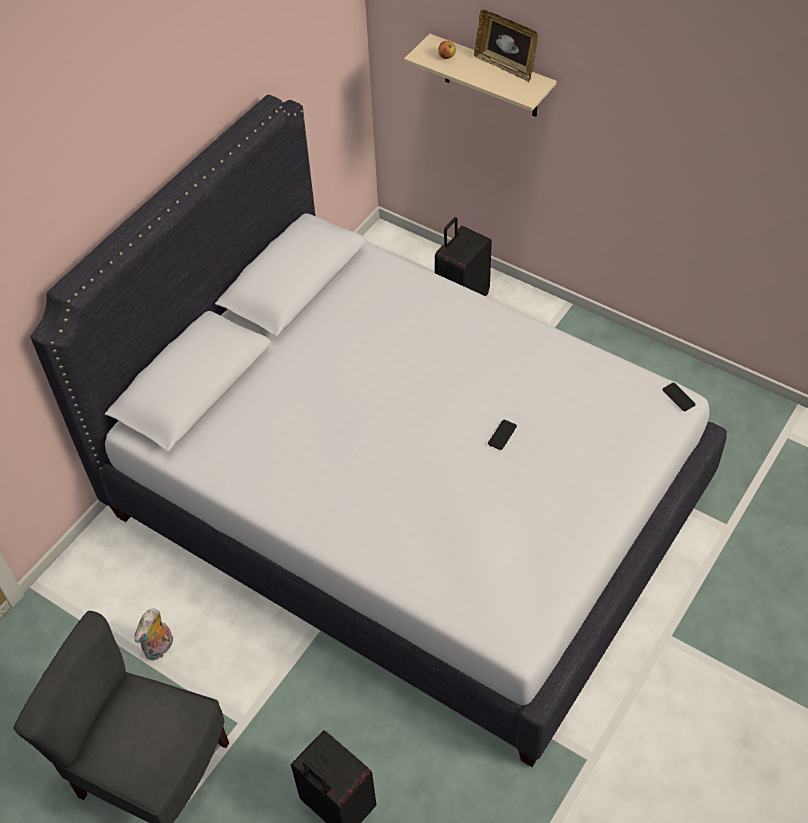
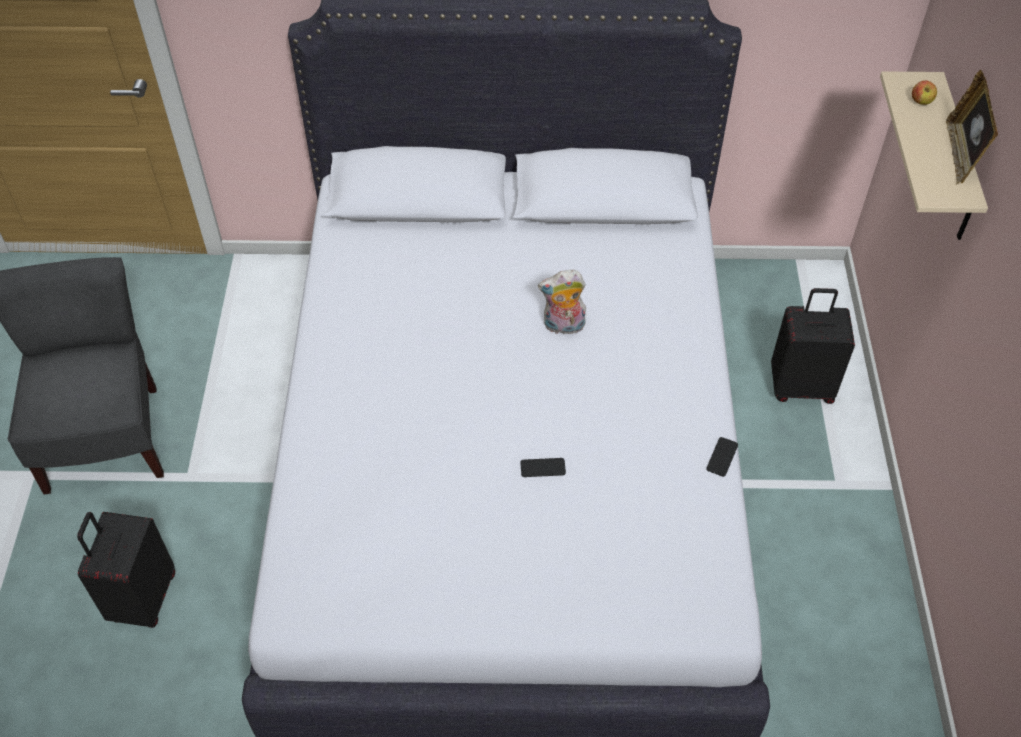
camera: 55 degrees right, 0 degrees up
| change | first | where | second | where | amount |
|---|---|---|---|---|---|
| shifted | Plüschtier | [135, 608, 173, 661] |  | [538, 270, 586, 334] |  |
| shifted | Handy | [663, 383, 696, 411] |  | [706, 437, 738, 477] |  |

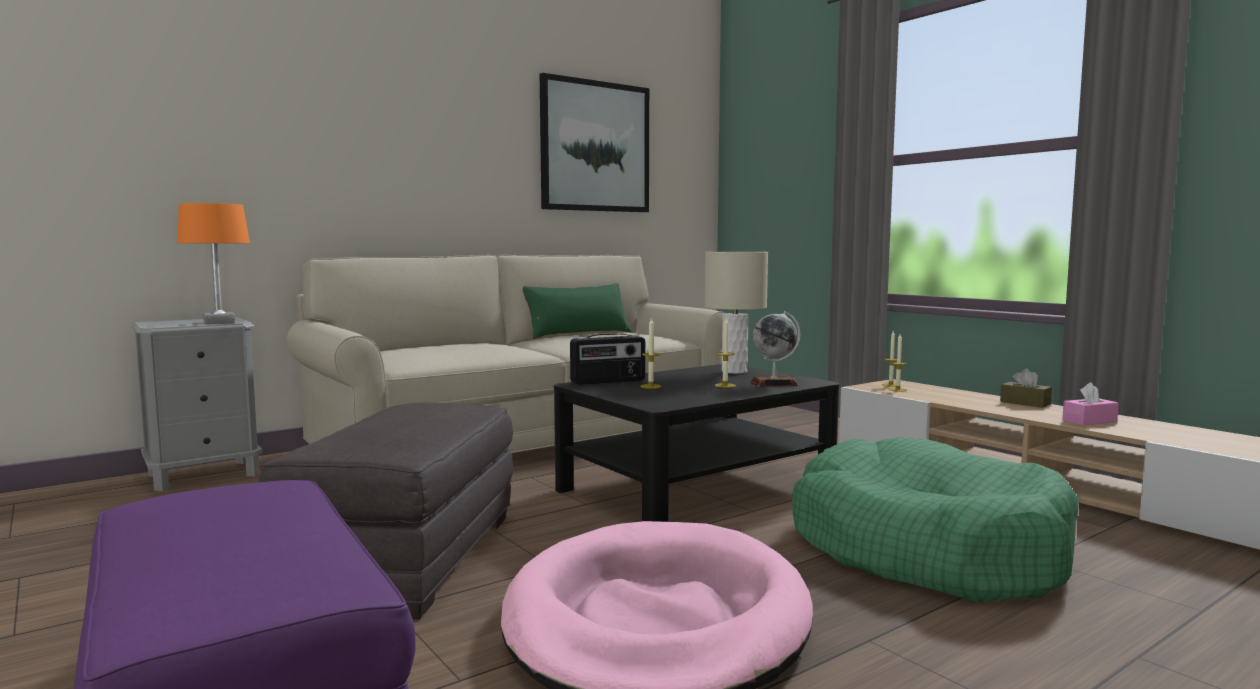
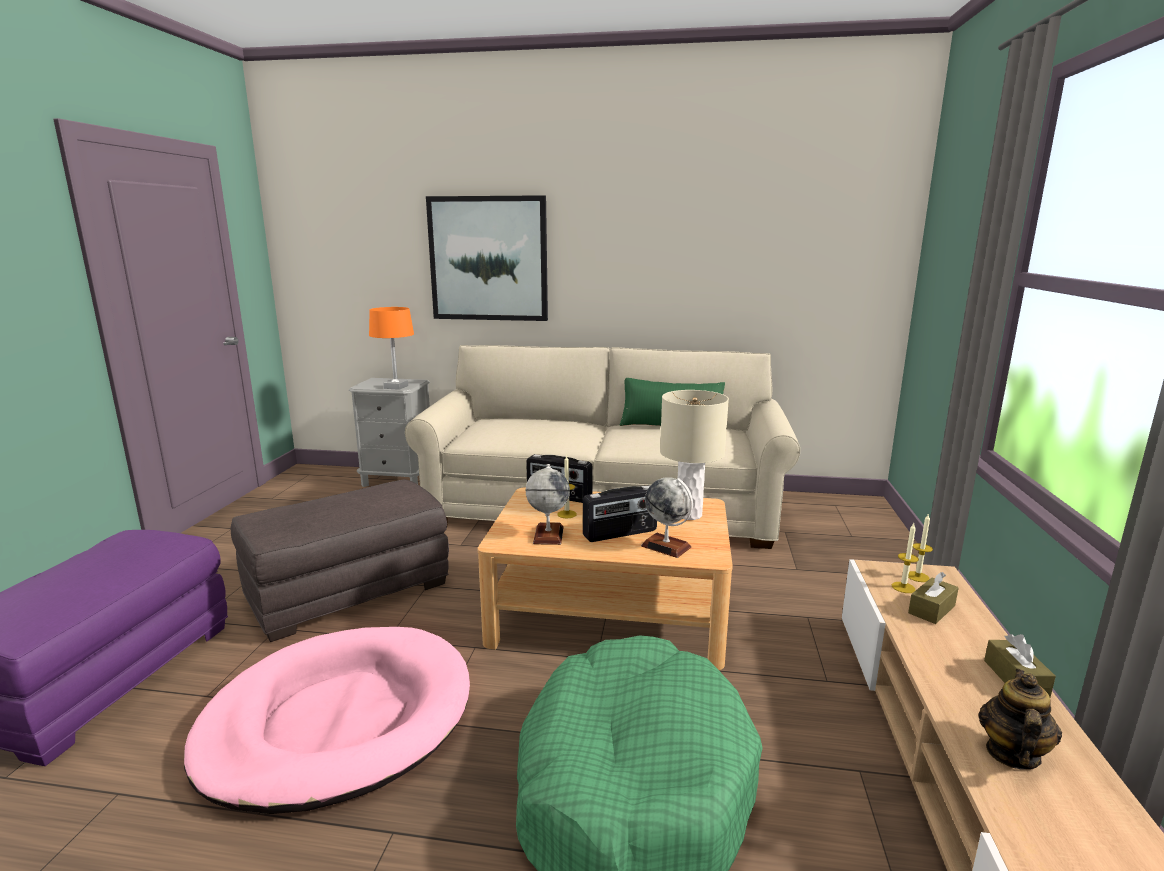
camera: 45 degrees right, 10 degrees up
| change | first | where | second | where | amount |
|---|---|---|---|---|---|
| new |  |  | Globus | [526, 464, 570, 545] |  |
| new |  |  | Taschentuchbox (braun) | [908, 572, 959, 624] |  |
| shifted | Bild | [540, 73, 649, 212] |  | [426, 195, 548, 321] |  |
| swapped | Kerze | [715, 318, 736, 388] | Radio | [583, 485, 657, 542] |  |
| swapped | Taschentuchbox (rosa) | [1062, 382, 1119, 425] | Teekanne | [978, 669, 1062, 770] |  |
| repainted | Couchtisch (schwarz) | [554, 364, 839, 522] | Couchtisch (beige) | [478, 488, 733, 670] |  |

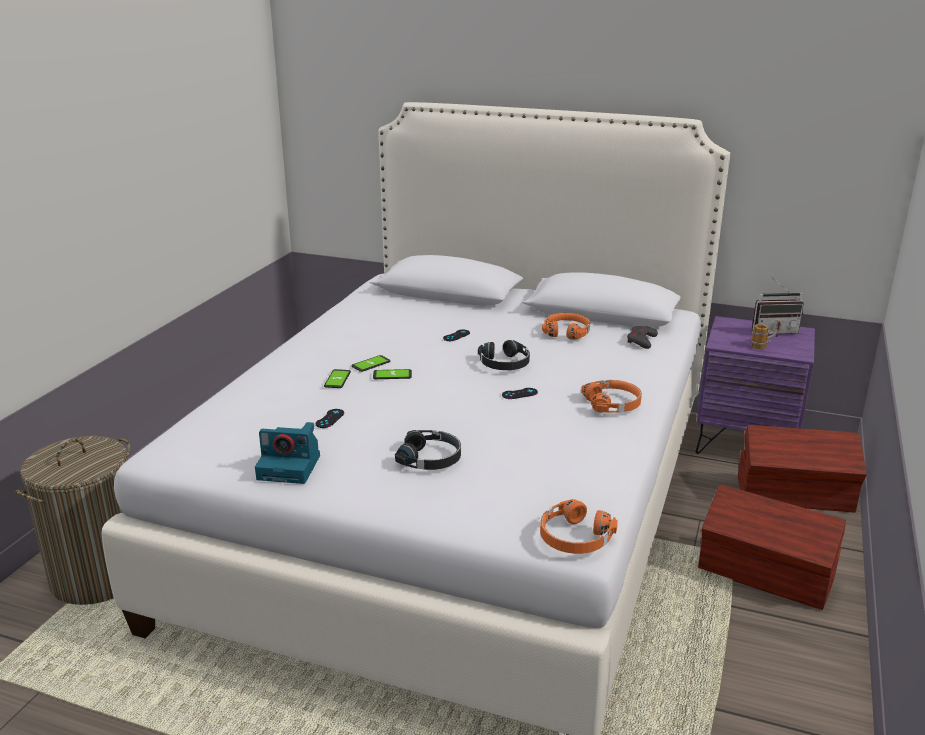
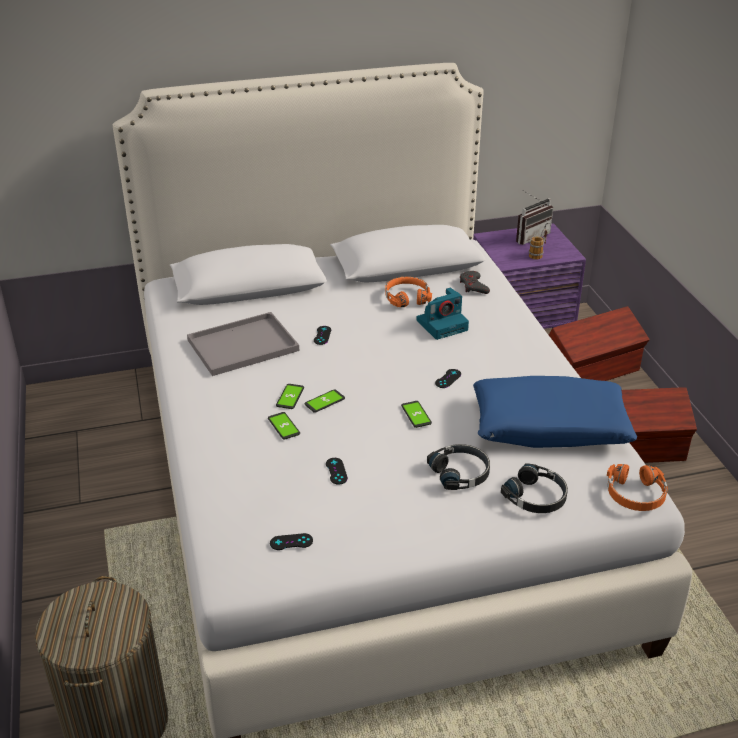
camera: 35 degrees left, 10 degrees up
| change | first | where | second | where | amount |
|---|---|---|---|---|---|
| gone | Kopfhörer (orange) | [581, 380, 642, 413] |  |  |  |
| new |  |  | Tablett (grau) | [187, 312, 299, 376] |  |
| new |  |  | Gamepad (schwarz) | [270, 533, 313, 550] |  |
| new |  |  | Handy | [401, 401, 432, 428] |  |
| new |  |  | Kissen (blau) | [473, 376, 637, 448] |  |
| shifted | Kamera | [255, 422, 320, 484] |  | [416, 288, 469, 340] |  |
| shifted | Kopfhörer (schwarz) | [478, 340, 530, 370] |  | [501, 463, 568, 513] |  |

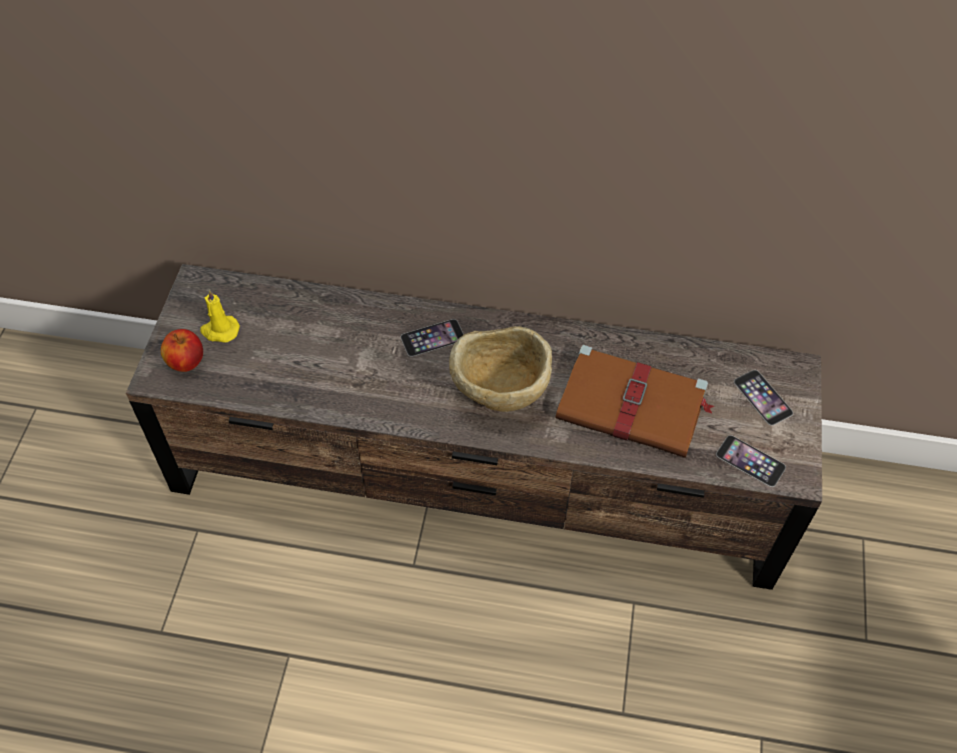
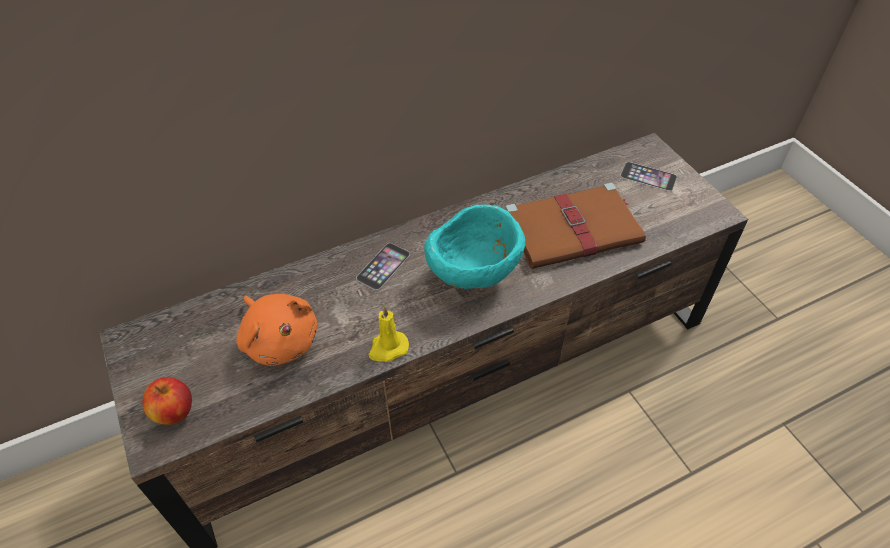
camera: 35 degrees left, 5 degrees down
| change | first | where | second | where | amount |
|---|---|---|---|---|---|
| gone | Handy | [716, 435, 786, 487] |  |  |  |
| new |  |  | Plüschtier (orange) | [237, 294, 318, 366] |  |
| shifted | Kerze (gelb) | [200, 290, 240, 343] |  | [368, 306, 409, 362] |  |
| repainted | Schüssel (beige) | [449, 326, 552, 412] | Schüssel (türkis) | [424, 205, 525, 289] |  |

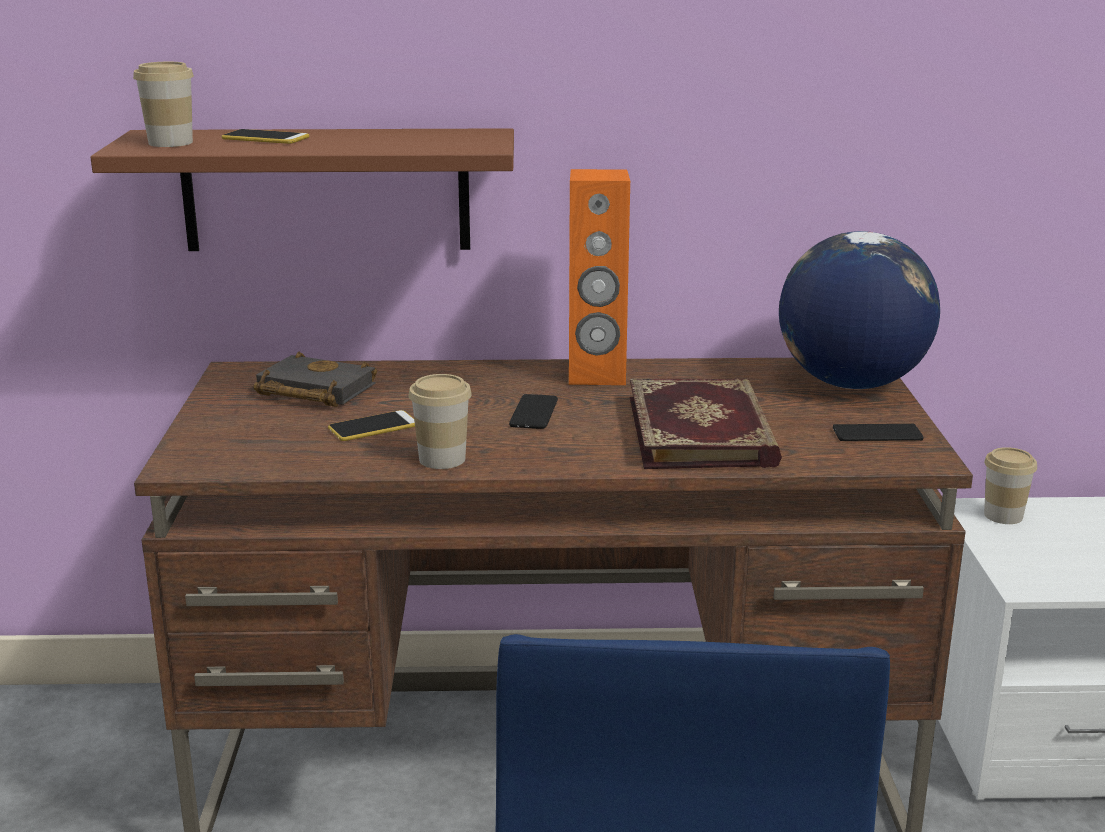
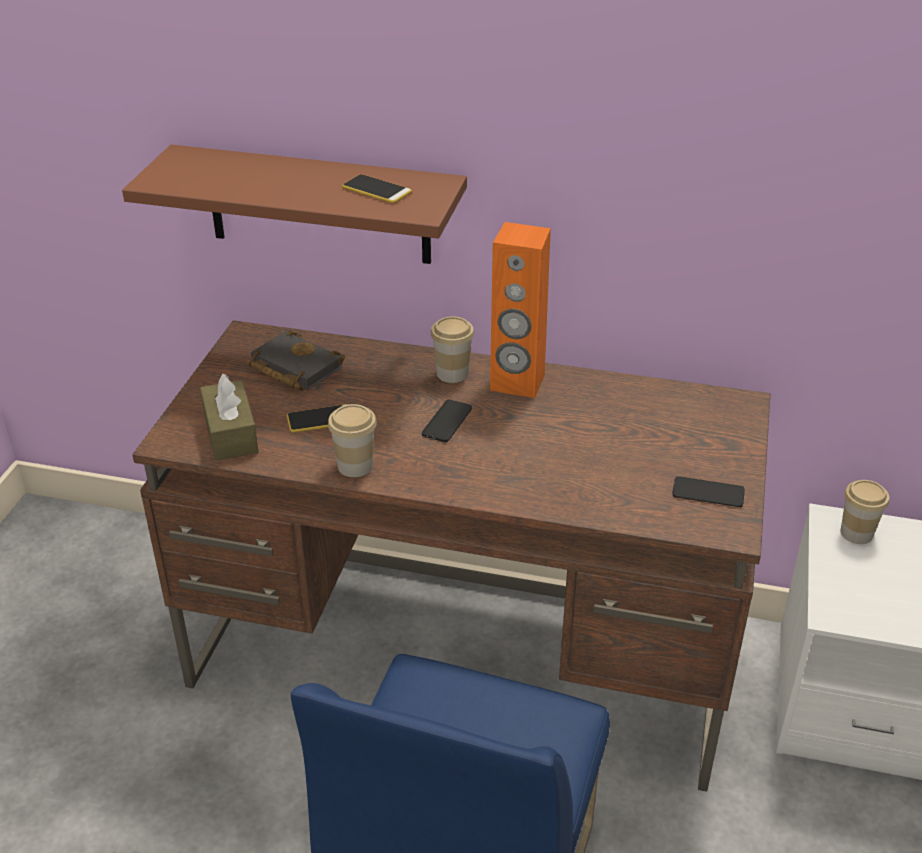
camera: 15 degrees right, 15 degrees up
| change | first | where | second | where | amount |
|---|---|---|---|---|---|
| gone | Buch | [630, 378, 782, 469] |  |  |  |
| gone | Globus | [779, 231, 940, 389] |  |  |  |
| new |  |  | Taschentuchbox (braun) | [200, 373, 259, 461] |  |
| shifted | Tasse | [133, 62, 194, 147] |  | [431, 316, 474, 383] |  |
| shifted | Handy | [221, 129, 309, 144] |  | [342, 174, 412, 203] |  |

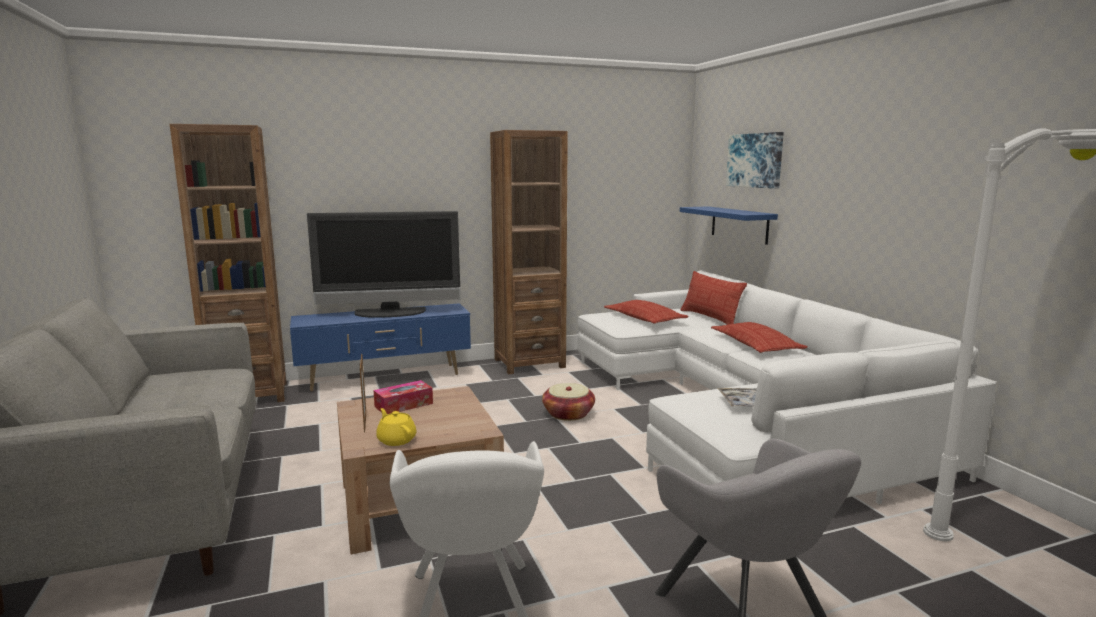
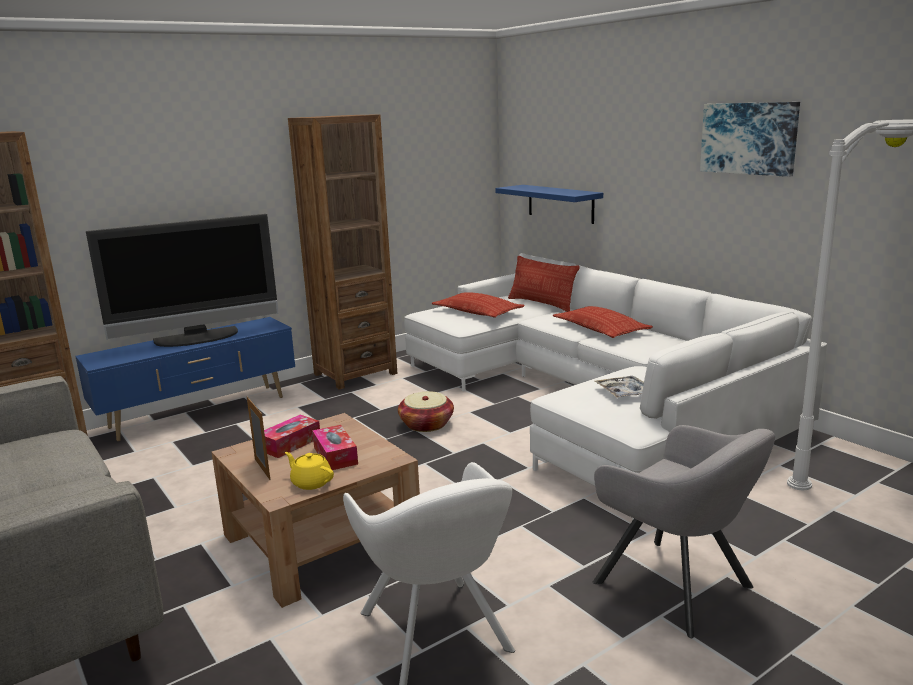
camera: 15 degrees left, 5 degrees up
| change | first | where | second | where | amount |
|---|---|---|---|---|---|
| new |  |  | Taschentuchbox | [312, 425, 358, 470] |  |
| shifted | Bild | [726, 132, 784, 189] |  | [700, 102, 800, 177] |  |

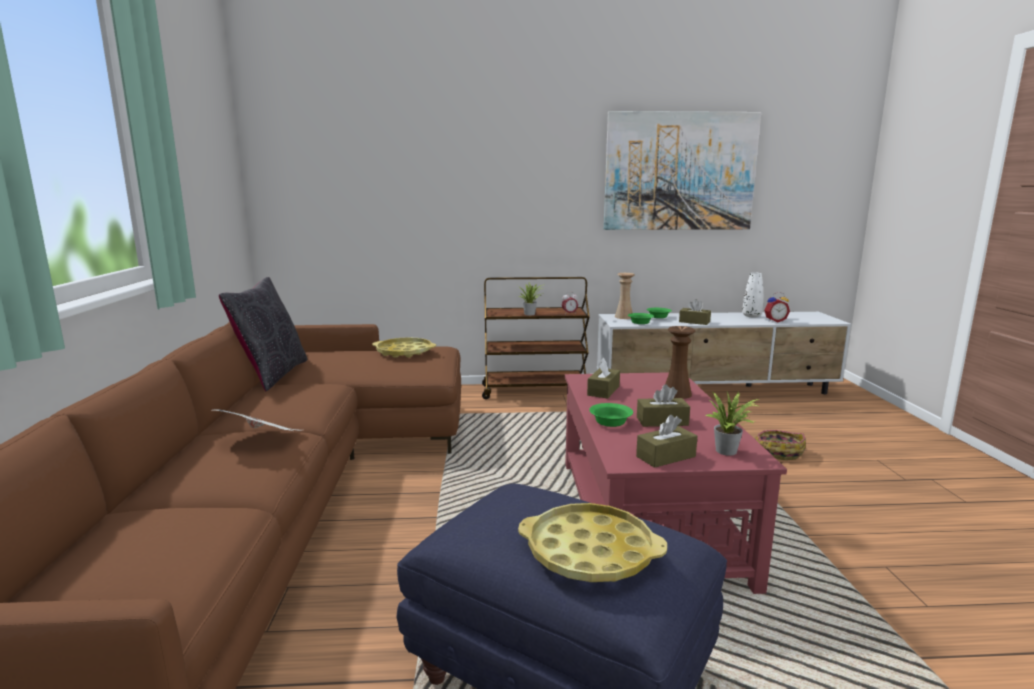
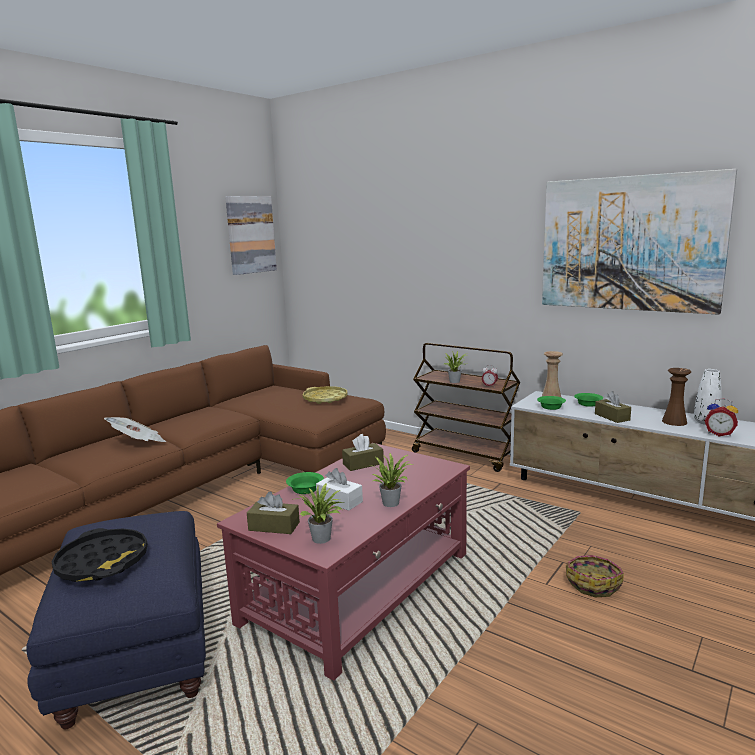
camera: 40 degrees right, 0 degrees up
| change | first | where | second | where | amount |
|---|---|---|---|---|---|
| gone | Kissen (schwarz) | [219, 277, 307, 391] |  |  |  |
| new |  |  | Bild | [225, 196, 277, 275] |  |
| new |  |  | Topfpflanze | [370, 453, 413, 507] |  |
| shifted | Vase (braun) | [665, 326, 695, 399] |  | [662, 368, 691, 426] |  |
| repainted | Tablett (gelb) | [518, 503, 667, 582] | Tablett (schwarz) | [52, 528, 148, 582] |  |
| repainted | Taschentuchbox (braun) | [637, 384, 690, 427] | Taschentuchbox (weiß) | [316, 468, 363, 511] |  |

